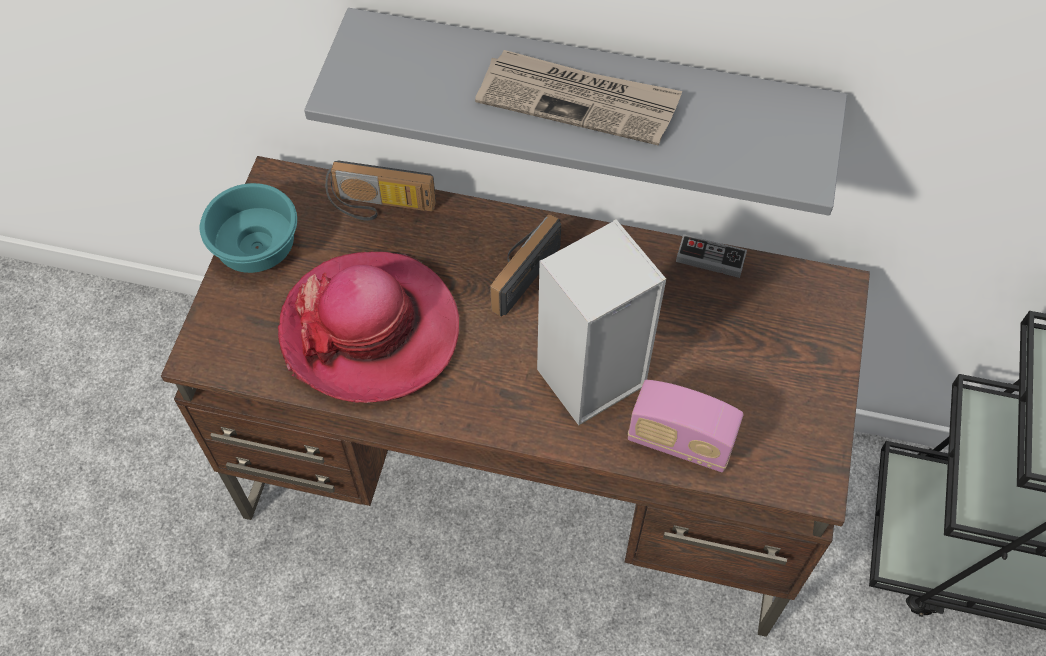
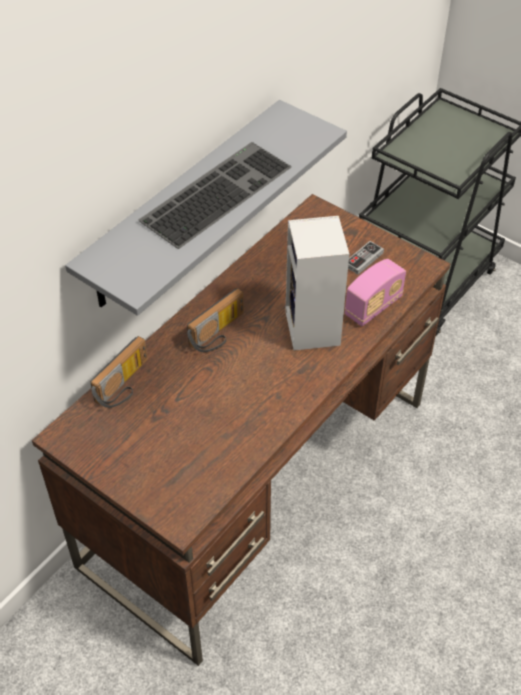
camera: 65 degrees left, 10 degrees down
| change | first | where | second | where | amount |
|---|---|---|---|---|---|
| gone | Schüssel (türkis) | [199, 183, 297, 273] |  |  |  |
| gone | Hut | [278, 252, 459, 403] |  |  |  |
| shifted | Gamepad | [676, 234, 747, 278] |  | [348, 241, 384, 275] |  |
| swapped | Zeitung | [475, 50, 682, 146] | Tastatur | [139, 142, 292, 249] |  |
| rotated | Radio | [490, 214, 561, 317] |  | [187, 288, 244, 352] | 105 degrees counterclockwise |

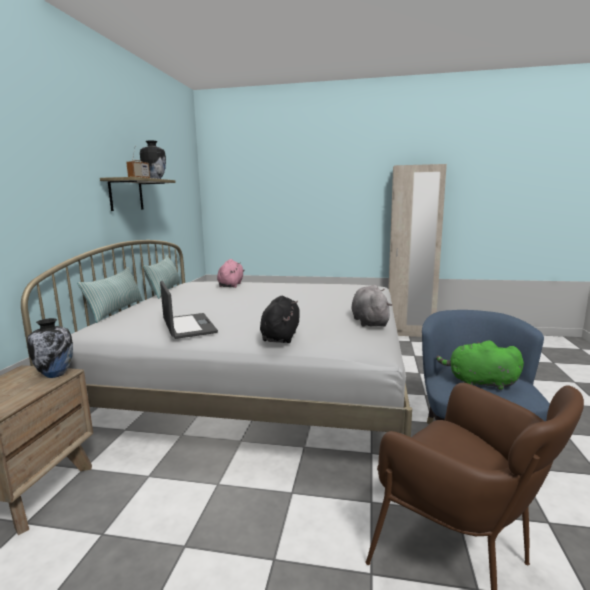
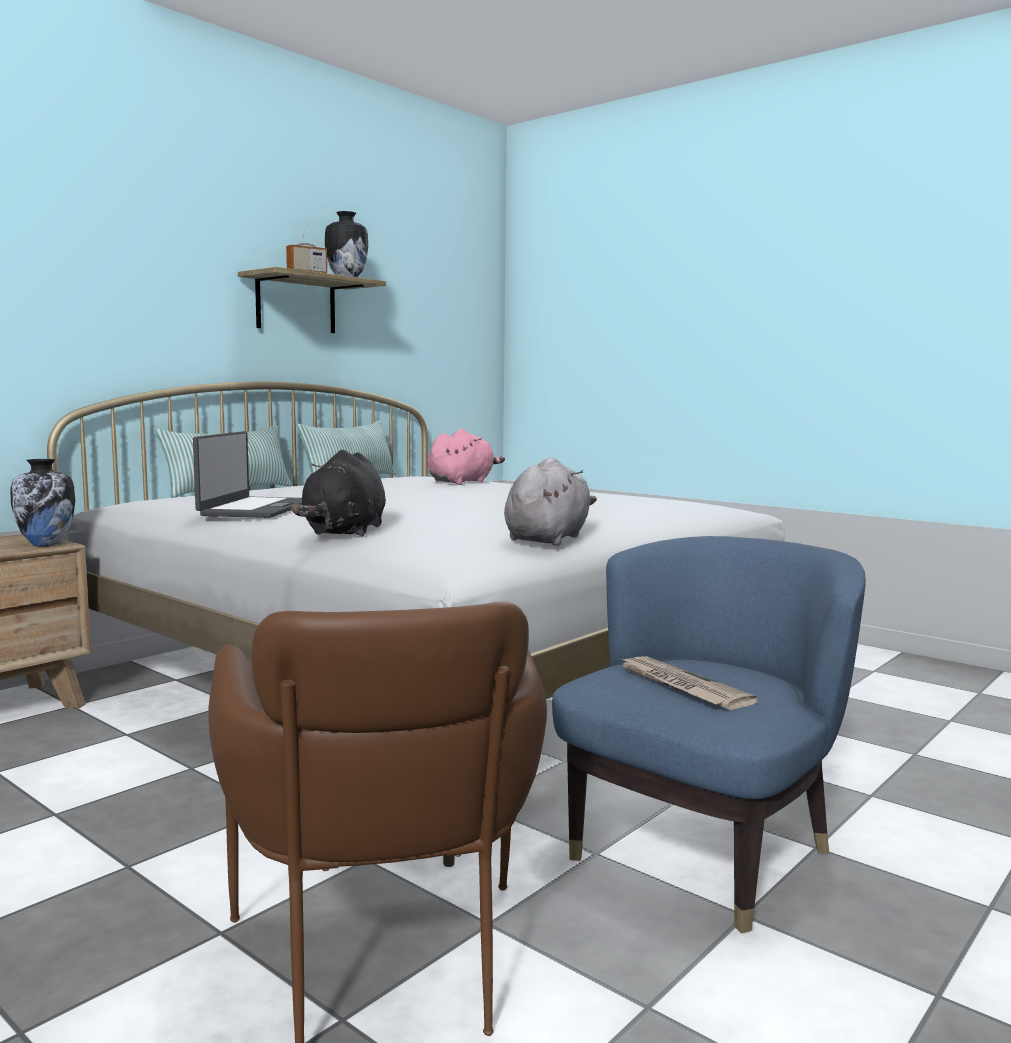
camera: 30 degrees right, 5 degrees down
| change | first | where | second | where | amount |
|---|---|---|---|---|---|
| gone | Kleiderschrank (beige) | [388, 164, 447, 337] |  |  |  |
| swapped | Plüschtier (grün) | [436, 341, 524, 390] | Zeitung | [620, 656, 758, 710] |  |
| rotated | Plüschtier (schwarz) | [260, 296, 300, 343] |  | [291, 450, 386, 537] | 150 degrees clockwise |

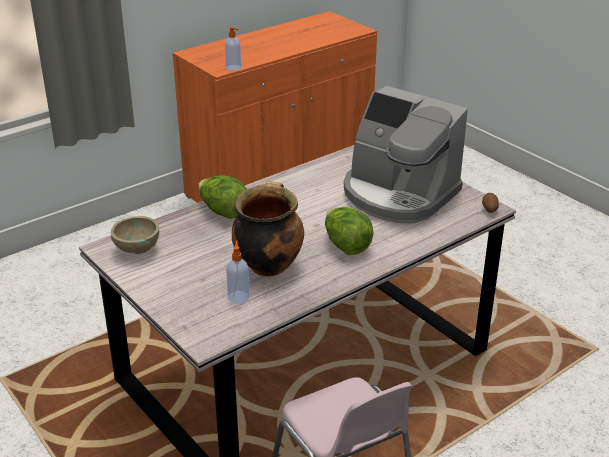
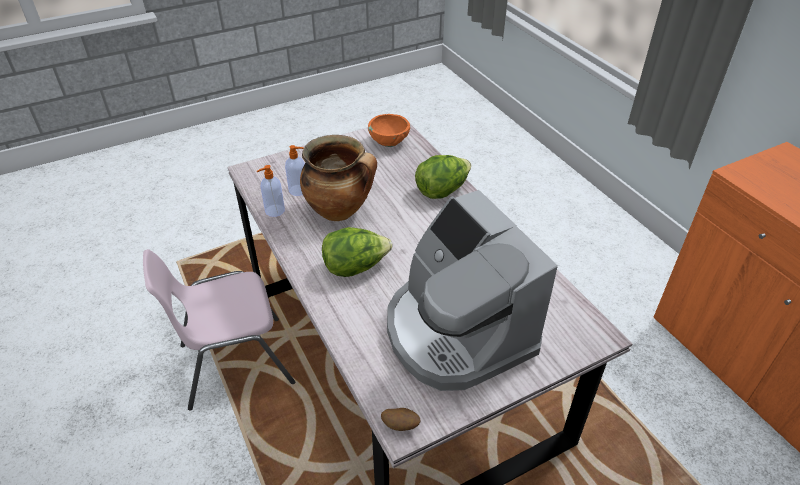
camera: 100 degrees right, 10 degrees up
| change | first | where | second | where | amount |
|---|---|---|---|---|---|
| shifted | Seifenspender | [225, 27, 241, 71] |  | [257, 165, 285, 217] |  |
| repainted | Schüssel (beige) | [111, 216, 159, 254] | Schüssel (orange) | [368, 114, 410, 147] |  |
| rotated | Kaffeemaschine | [344, 86, 468, 223] |  | [387, 190, 558, 391] | 75 degrees counterclockwise |

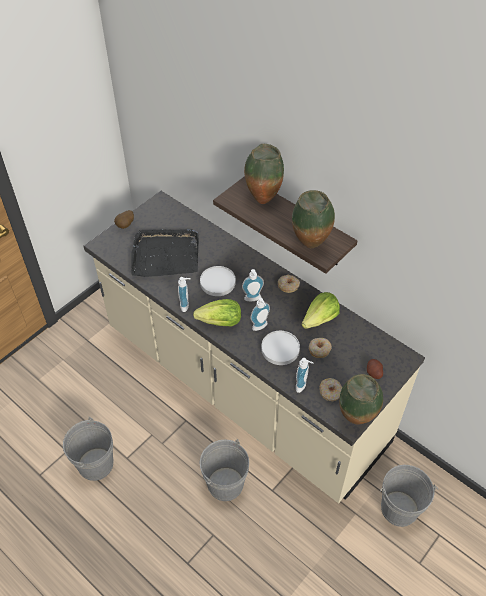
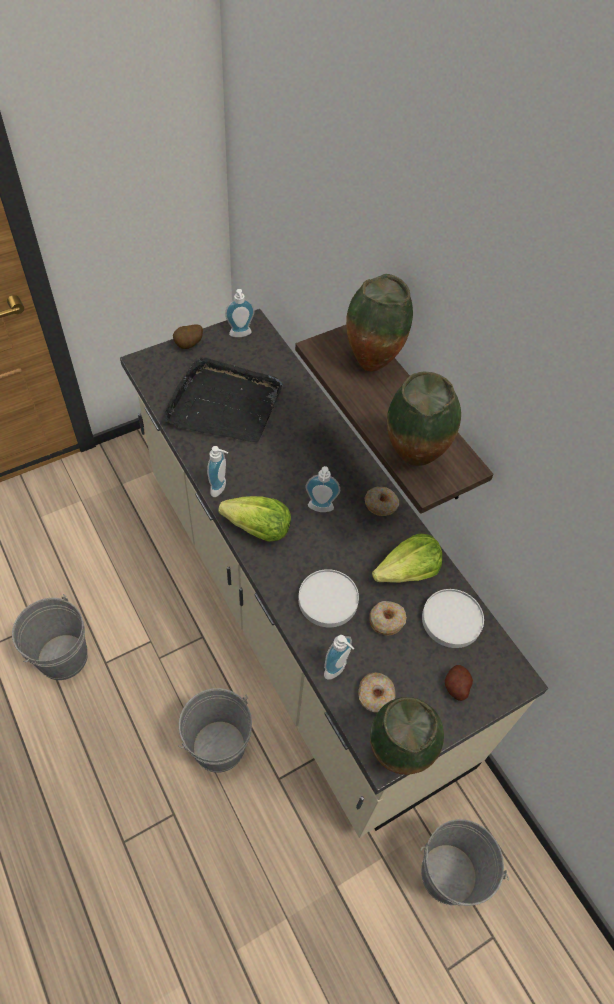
camera: 15 degrees right, 5 degrees up
| change | first | where | second | where | amount |
|---|---|---|---|---|---|
| shifted | Teller (weiß) | [200, 266, 236, 296] |  | [422, 589, 484, 648] |  |
| shifted | Seifenspender | [251, 298, 270, 331] |  | [225, 289, 255, 337] |  |

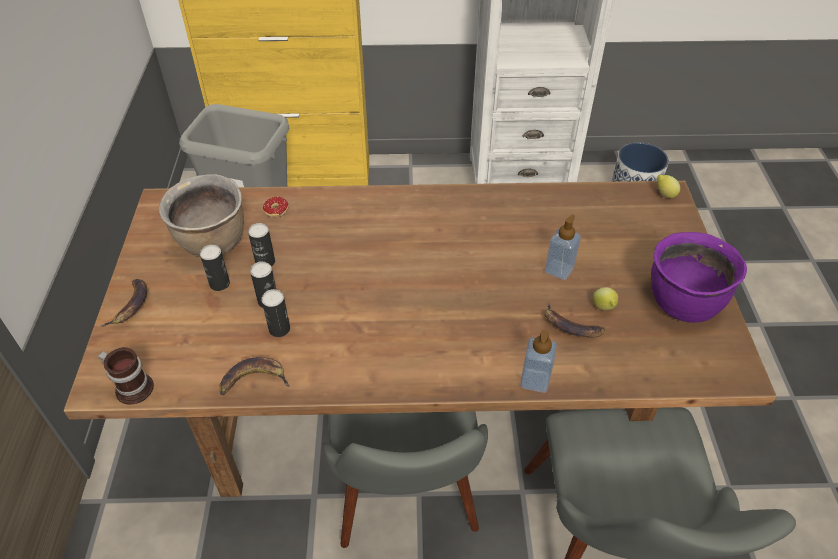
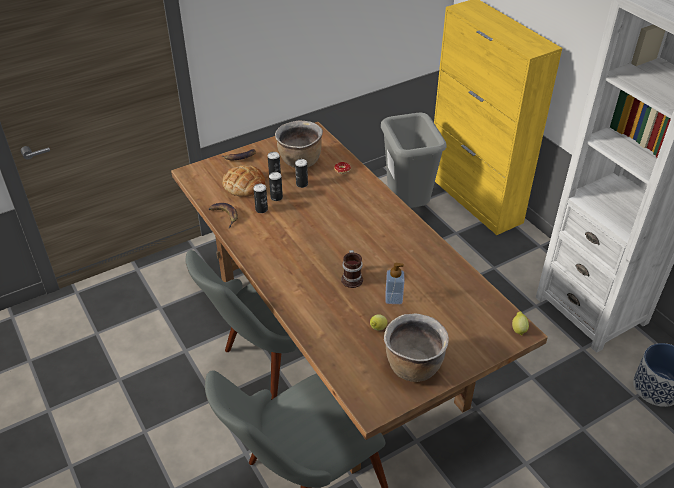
camera: 60 degrees right, 5 degrees down
| change | first | where | second | where | amount |
|---|---|---|---|---|---|
| gone | Seifenspender | [520, 330, 557, 393] |  |  |  |
| gone | Banane | [545, 303, 605, 337] |  |  |  |
| new |  |  | Brot | [223, 165, 266, 197] |  |
| shifted | Henkelbecher | [98, 347, 154, 404] |  | [341, 250, 363, 288] |  |
| repainted | Kochtopf (lila) | [651, 232, 747, 323] | Kochtopf (braun) | [384, 314, 449, 382] |  |

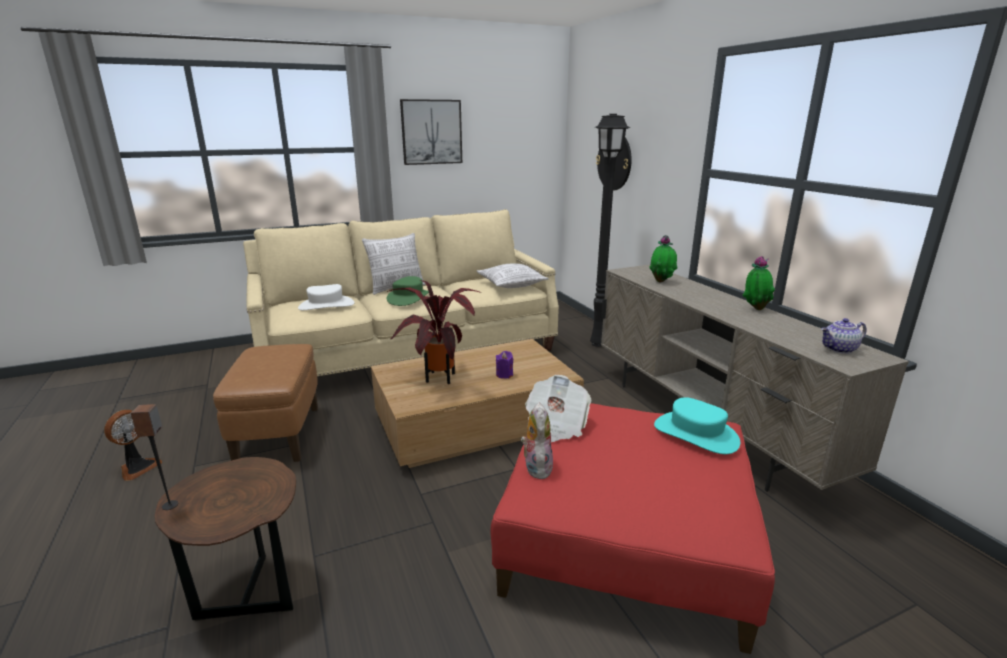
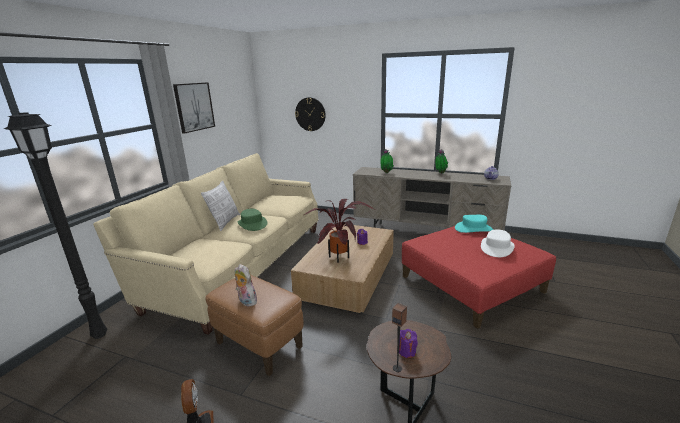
camera: 45 degrees left, 0 degrees up
| change | first | where | second | where | amount |
|---|---|---|---|---|---|
| gone | Kissen | [477, 263, 548, 288] |  |  |  |
| gone | Zeitung | [525, 375, 592, 442] |  |  |  |
| new |  |  | Kerze (lila) | [399, 329, 418, 358] |  |
| shifted | Hut (weiß) | [298, 284, 354, 310] |  | [481, 229, 515, 257] |  |
| shifted | Plüschtier | [521, 402, 553, 479] |  | [235, 264, 257, 307] |  |
| shifted | Stehlampe (schwarz) | [590, 114, 630, 347] |  | [4, 112, 107, 339] |  |

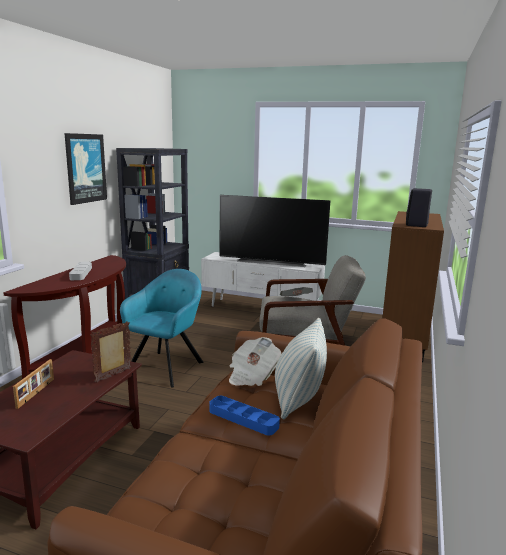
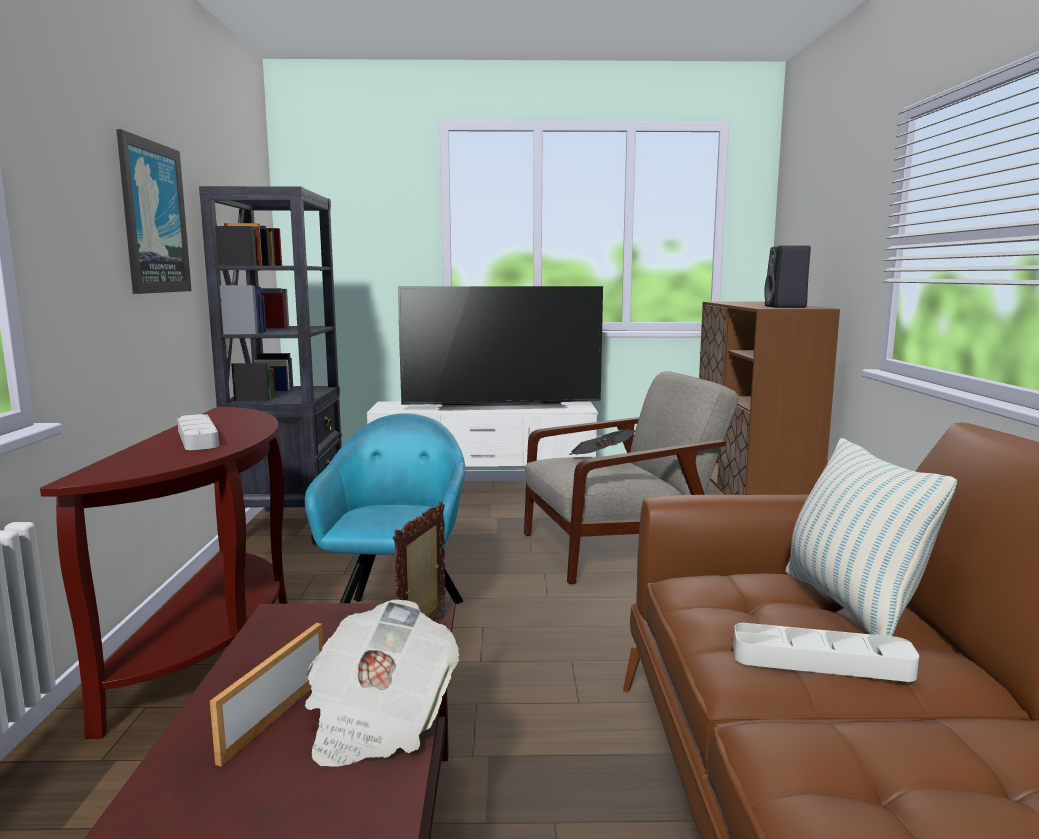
camera: 20 degrees left, 5 degrees down
| change | first | where | second | where | amount |
|---|---|---|---|---|---|
| shifted | Zeitung | [229, 337, 282, 386] |  | [305, 600, 459, 767] |  |
| repainted | Tablett (blau) | [209, 396, 280, 436] | Tablett (weiß) | [733, 623, 919, 682] |  |
| rotated | Bilderrahmen | [13, 359, 54, 409] |  | [210, 623, 323, 766] | 150 degrees counterclockwise |

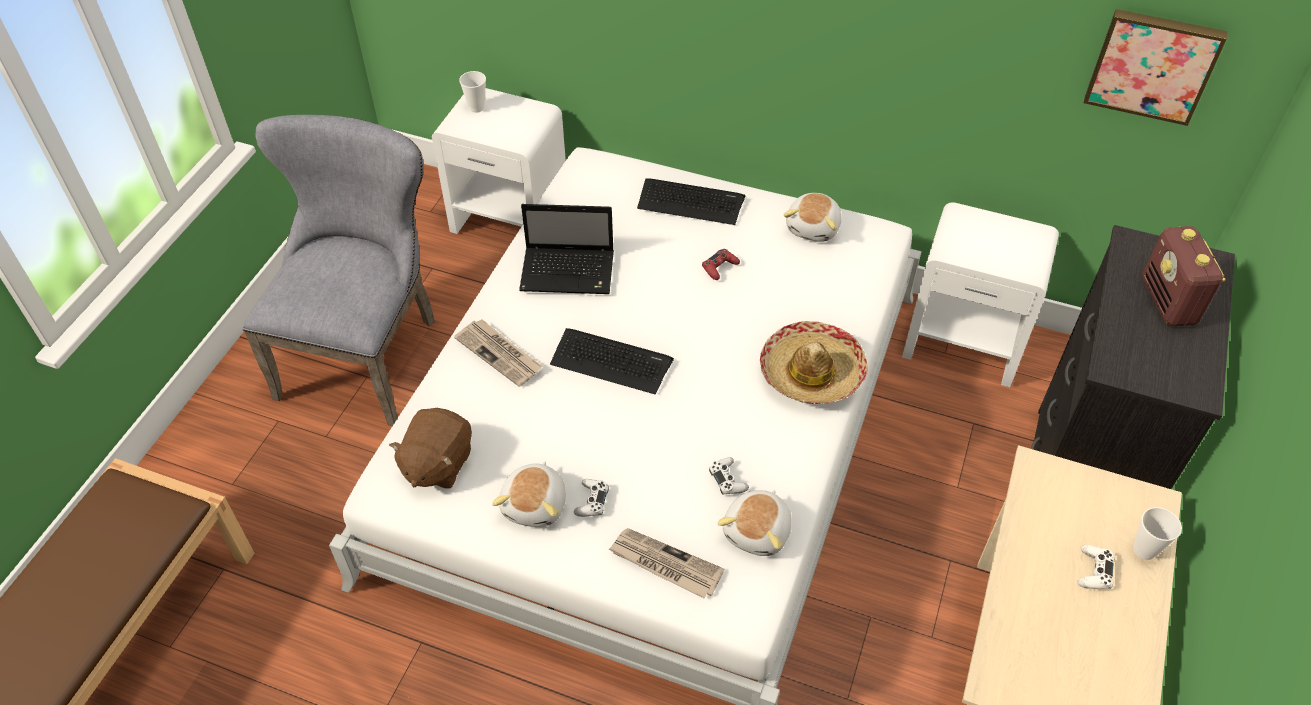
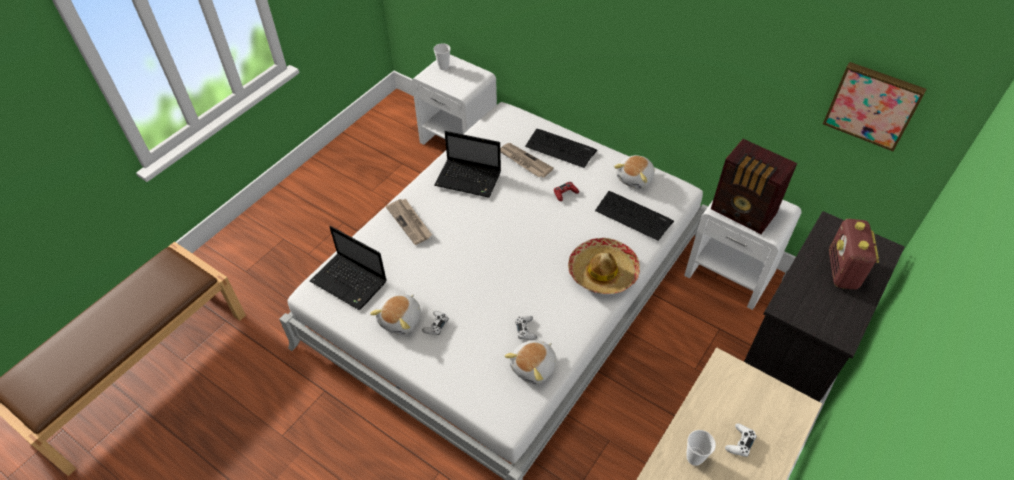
camera: 15 degrees right, 0 degrees up
| change | first | where | second | where | amount |
|---|---|---|---|---|---|
| gone | Stuhl (grau) | [243, 115, 435, 426] |  |  |  |
| new |  |  | Radio | [711, 139, 797, 234] |  |
| shifted | Tastatur | [550, 328, 674, 394] |  | [595, 191, 674, 241] |  |
| shifted | Zeitung | [608, 528, 724, 598] |  | [500, 143, 554, 178] |  |
| shifted | Tasse | [1133, 507, 1182, 560] |  | [686, 430, 716, 466] |  |
| swapped | Plüschtier (braun) | [389, 408, 472, 489] | Laptop | [310, 226, 387, 310] |  |

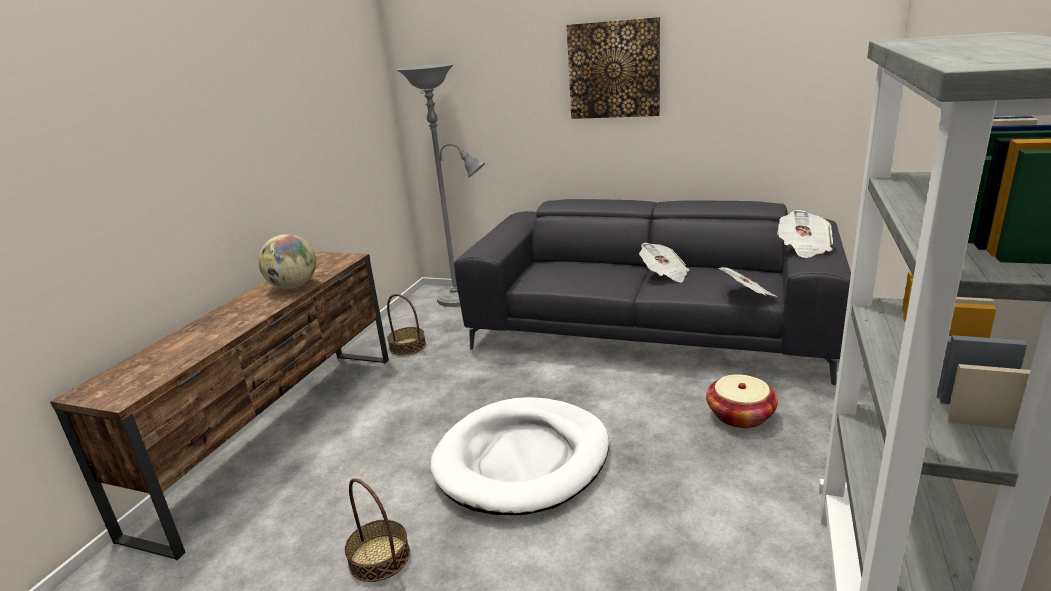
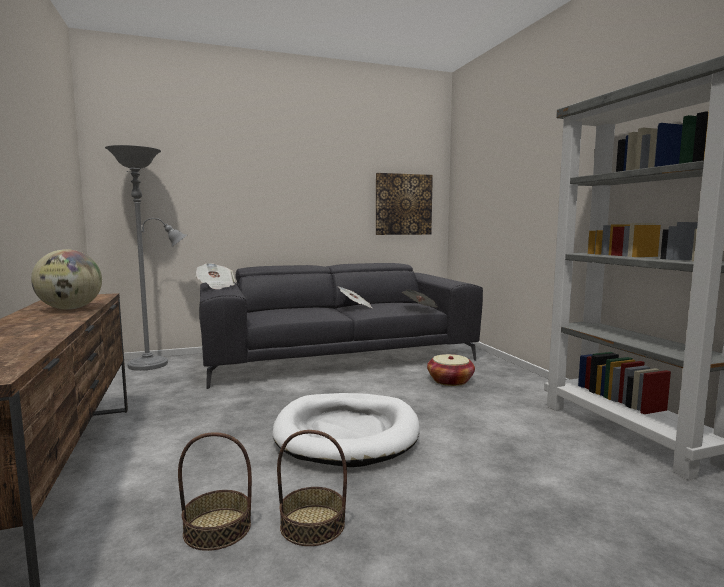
camera: 40 degrees left, 15 degrees down
| change | first | where | second | where | amount |
|---|---|---|---|---|---|
| shifted | Korb | [387, 294, 426, 355] |  | [178, 432, 252, 551] |  |
| shifted | Bild | [567, 17, 660, 119] |  | [376, 173, 433, 235] |  |
| shifted | Zeitung | [777, 210, 833, 258] |  | [195, 263, 235, 289] |  |

